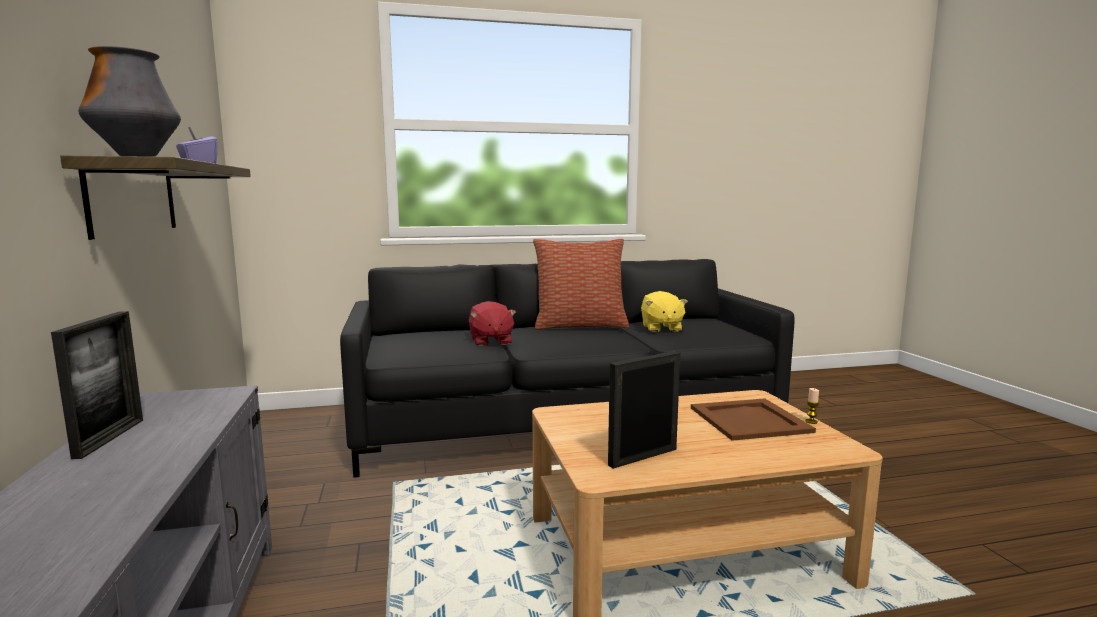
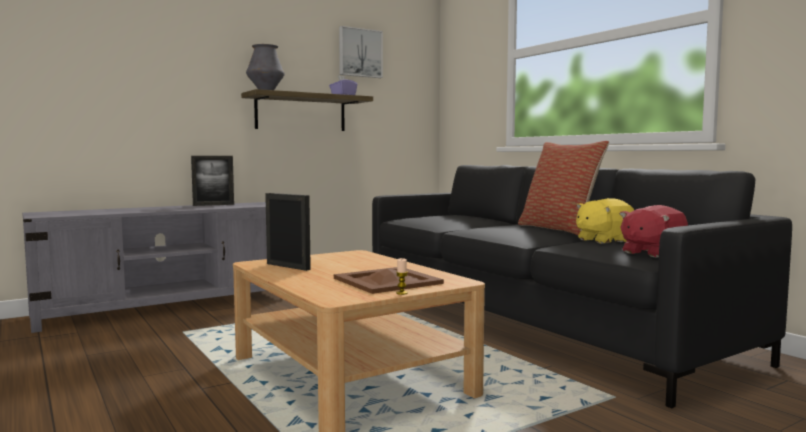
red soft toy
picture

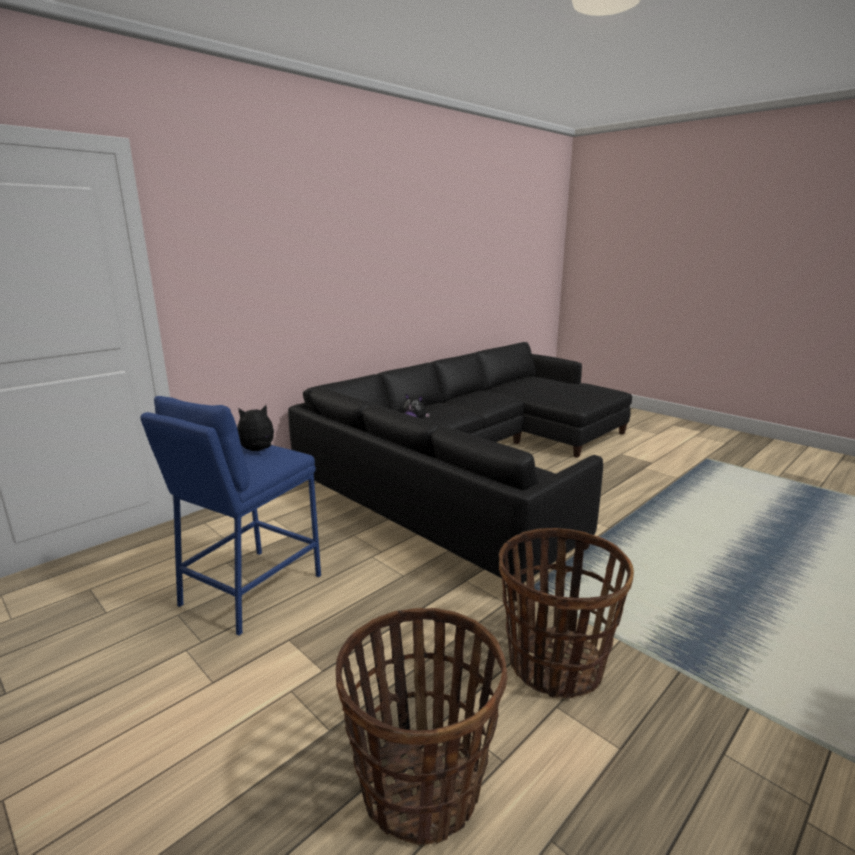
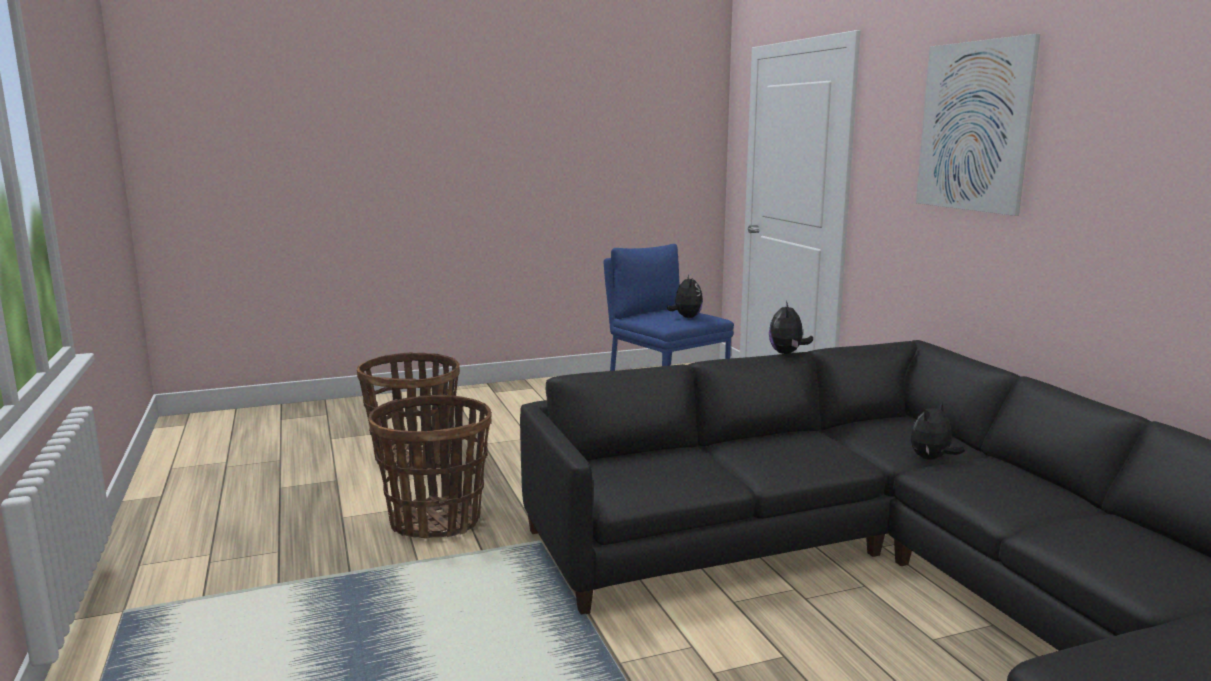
soft toy (no. 2 from left)
picture

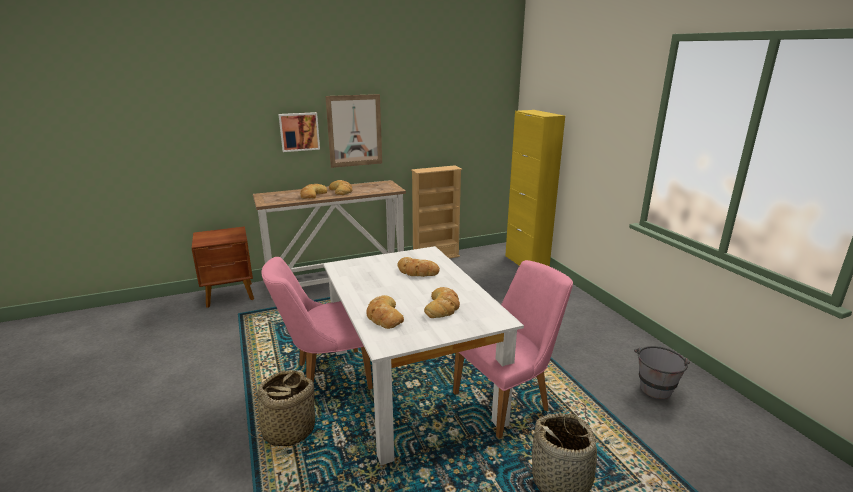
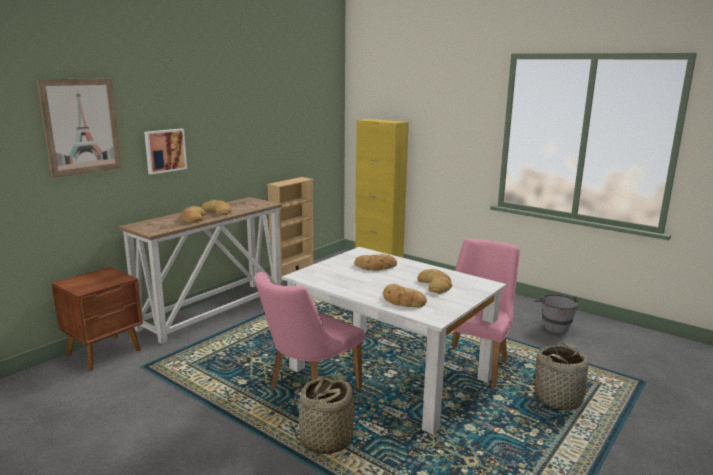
picture (no. 1 from left)

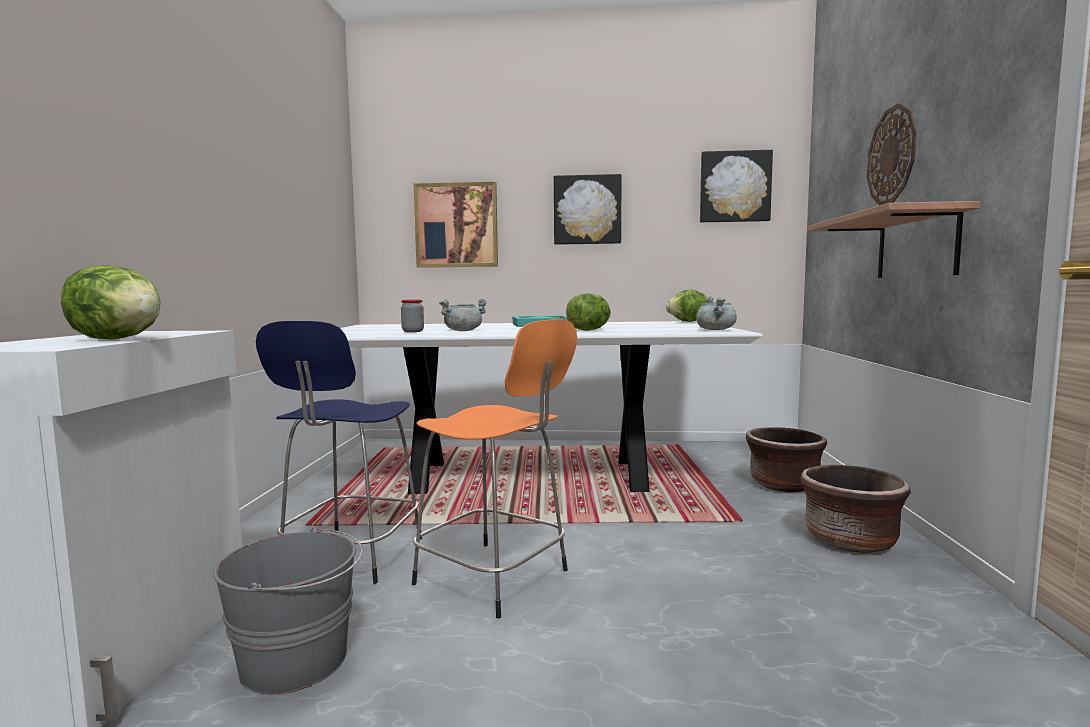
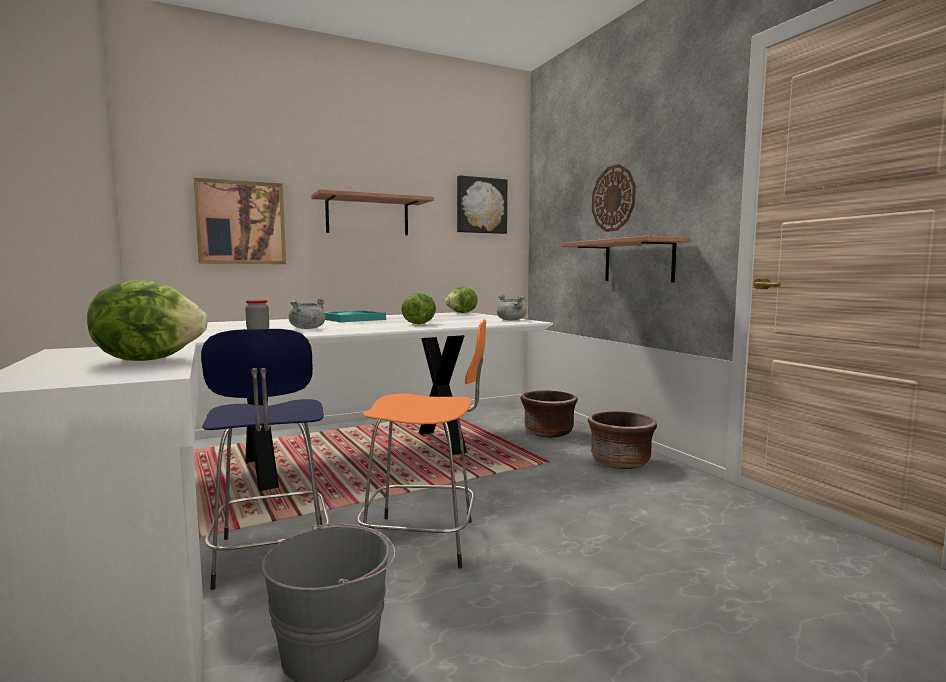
shelf (no. 1 from left)

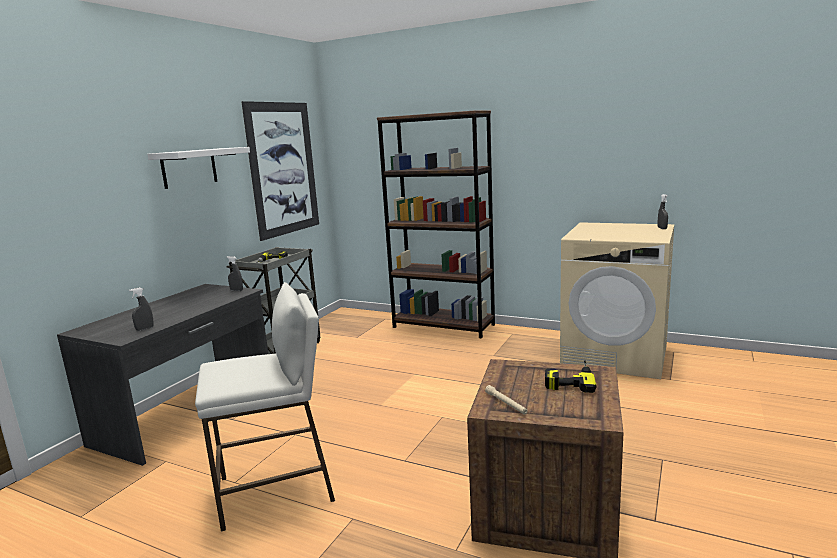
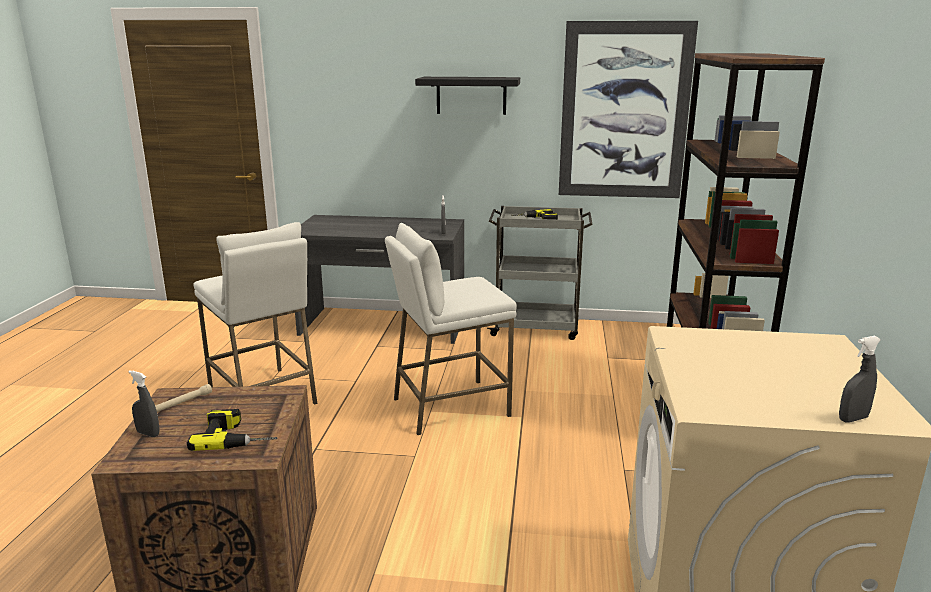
greyish spray bottle (no. 1 from left)
blackish shelf
white-coloured sitting stool (no. 2 from left)

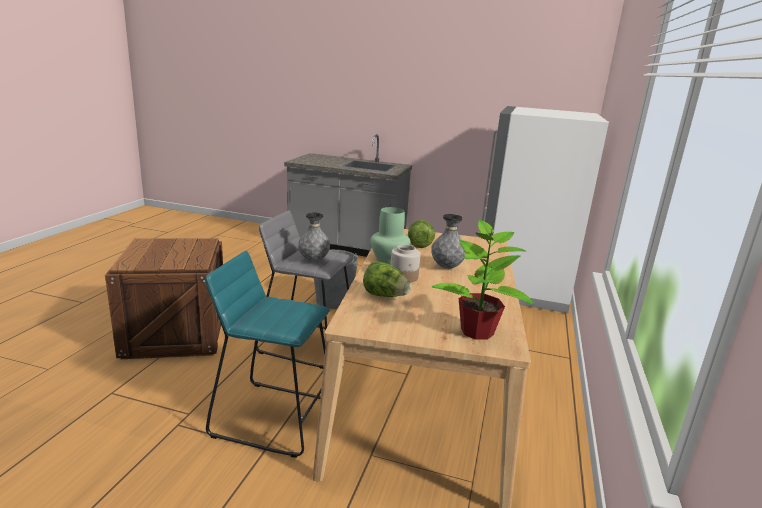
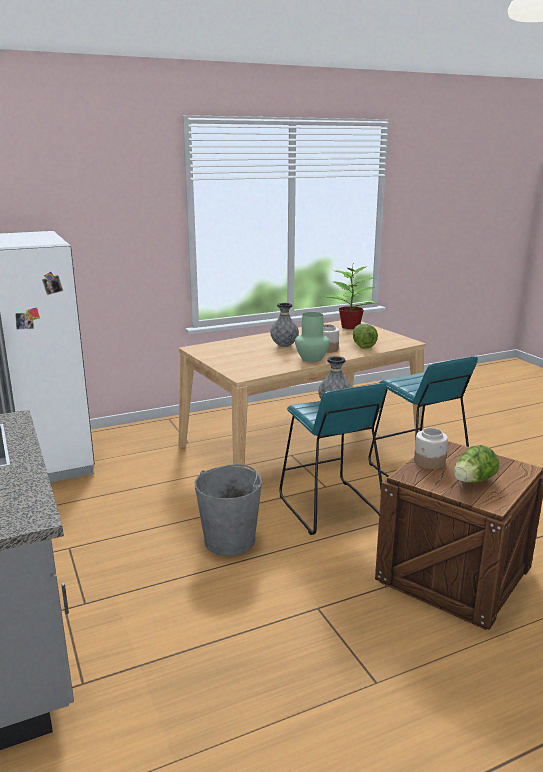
blue-green sitting stool (no. 1 from left)
lettuce head (no. 2 from left)
storage jar (no. 2 from left)

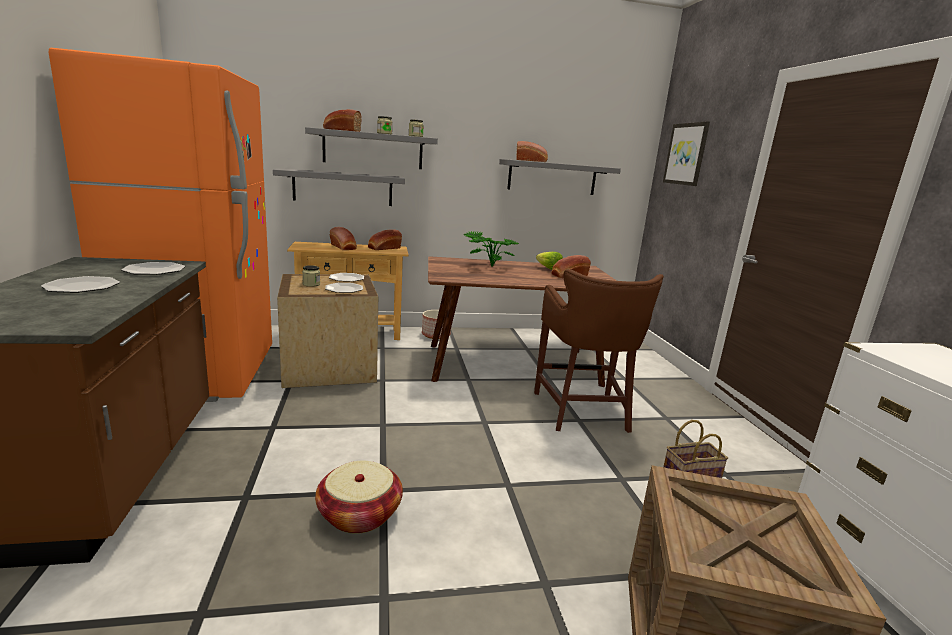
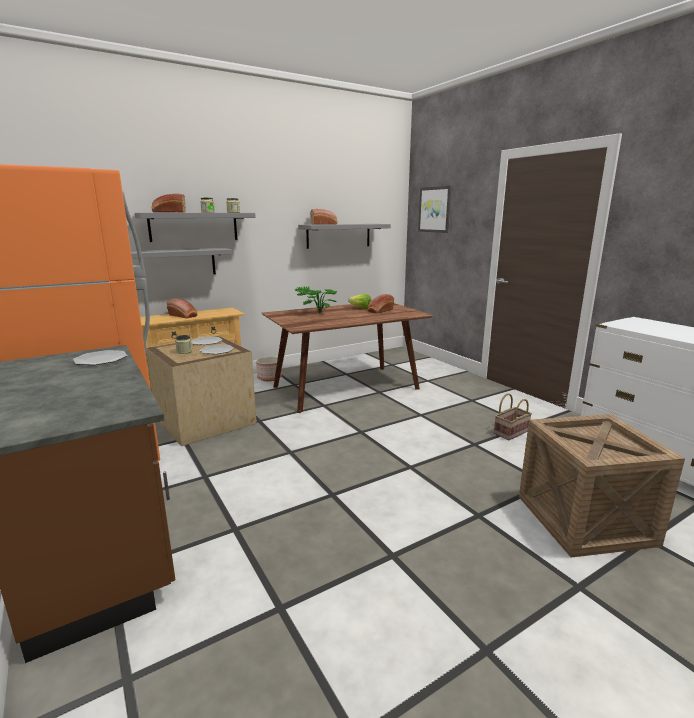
plate (no. 1 from left in the first image)
household basket (no. 1 from left in the first image)
bread (no. 3 from left in the first image)
brown-coloured sitting stool

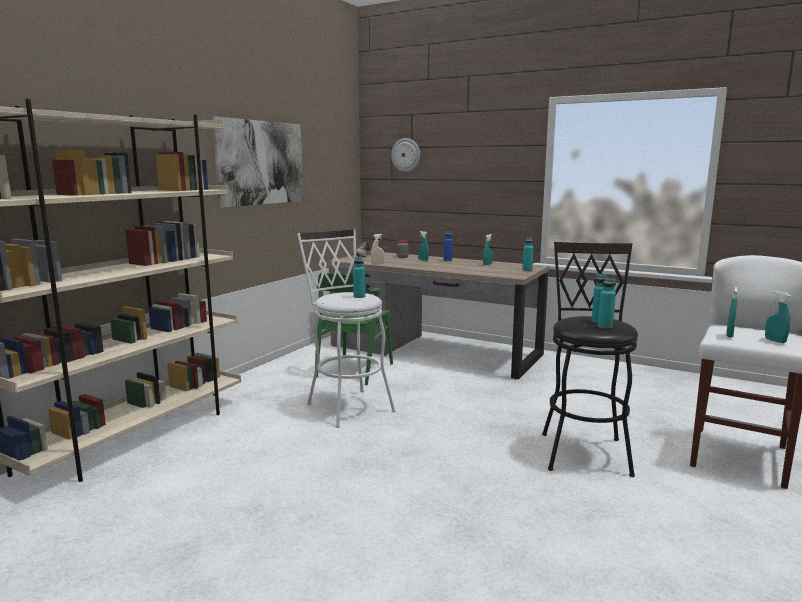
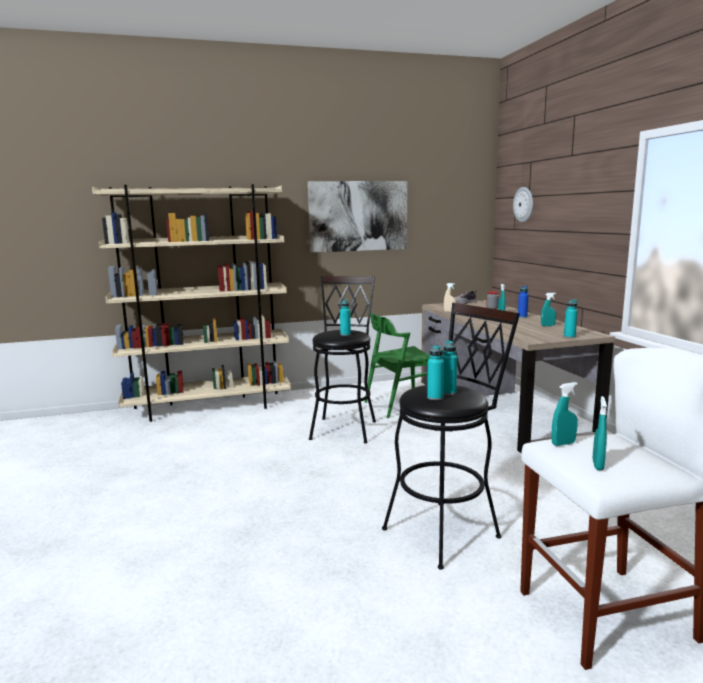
blackish sitting stool (no. 1 from left)

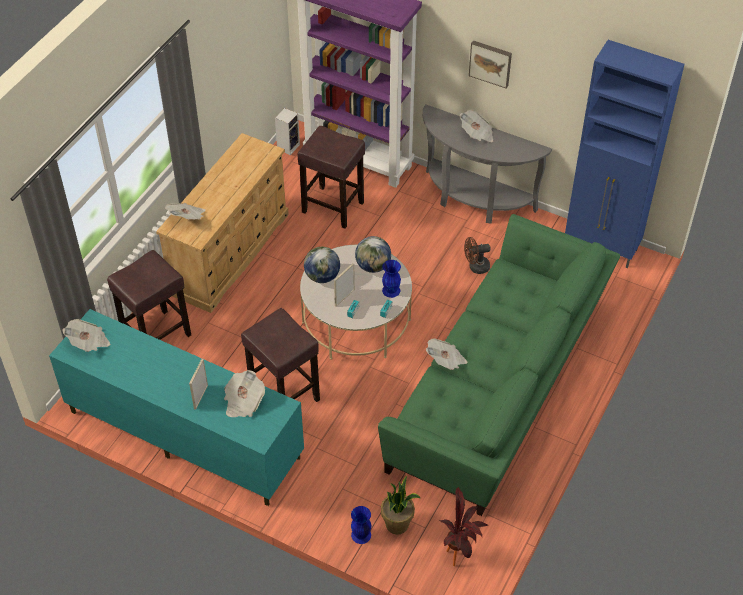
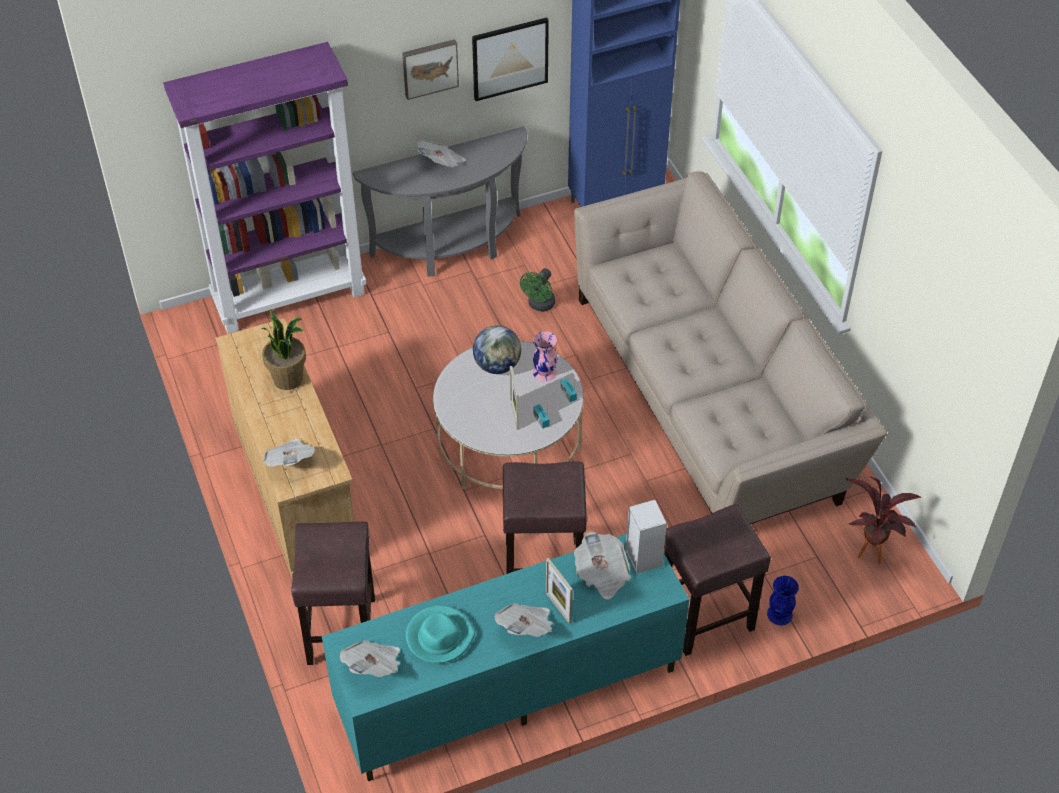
speaker
brown-coloured sitting stool (no. 3 from left)
globe (no. 1 from left in the first image)
sand-coloured settee
houseplant (no. 1 from left)
pinkish decorative vase
printed paper (no. 4 from left)
green fan
blue-green hat
picture (no. 2 from left)

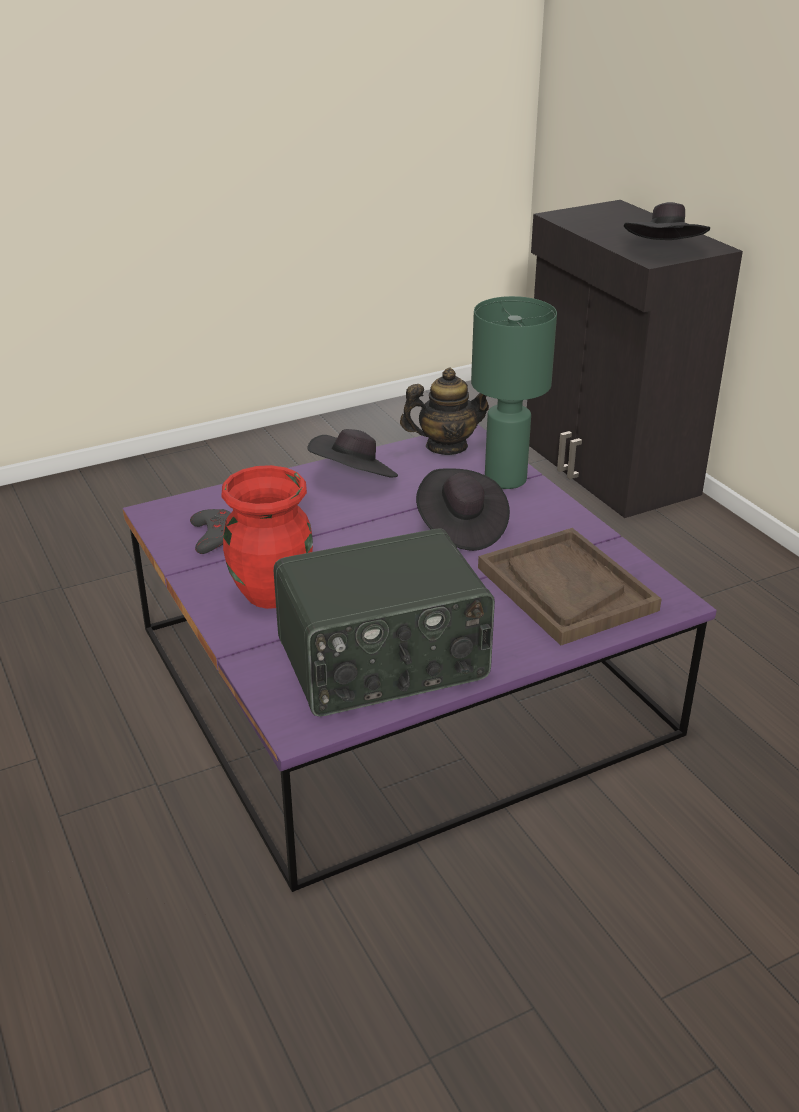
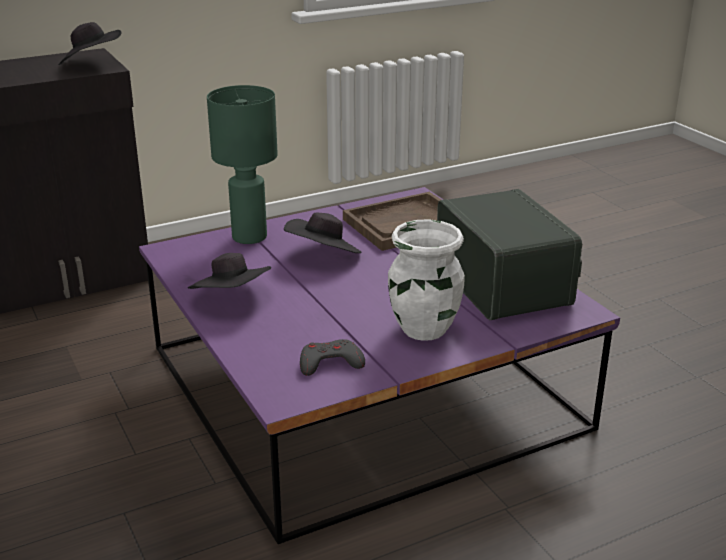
white-coloured decorative vase
tea pot

